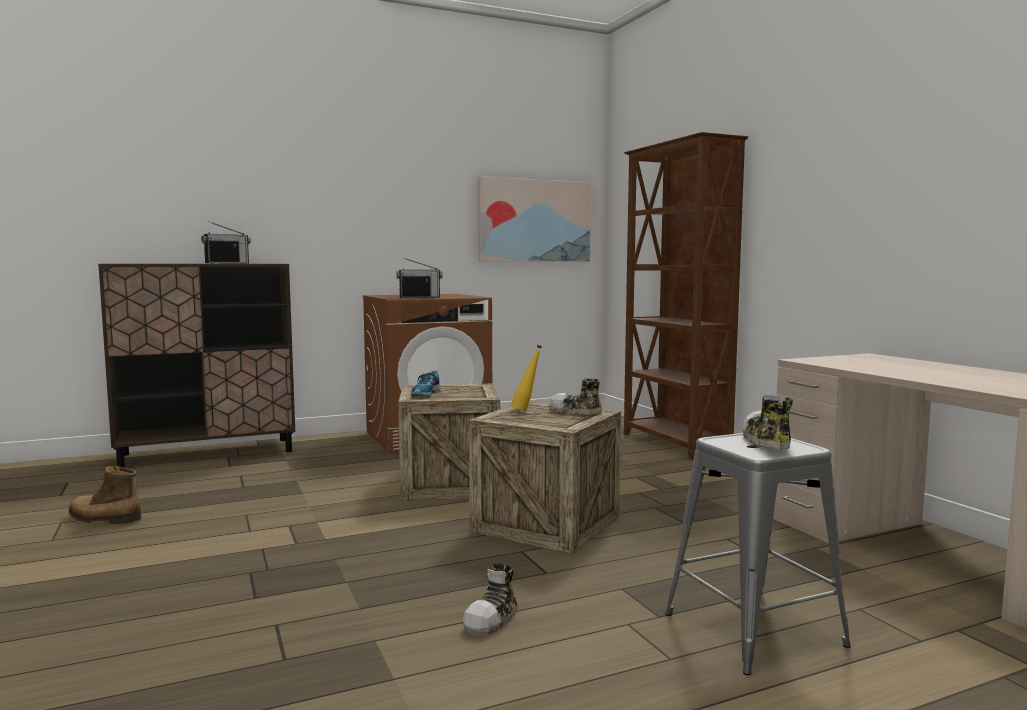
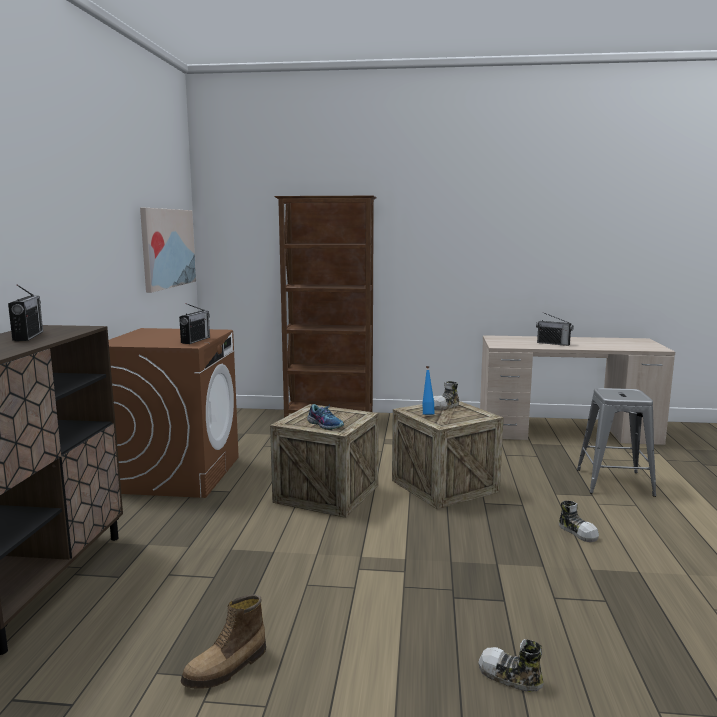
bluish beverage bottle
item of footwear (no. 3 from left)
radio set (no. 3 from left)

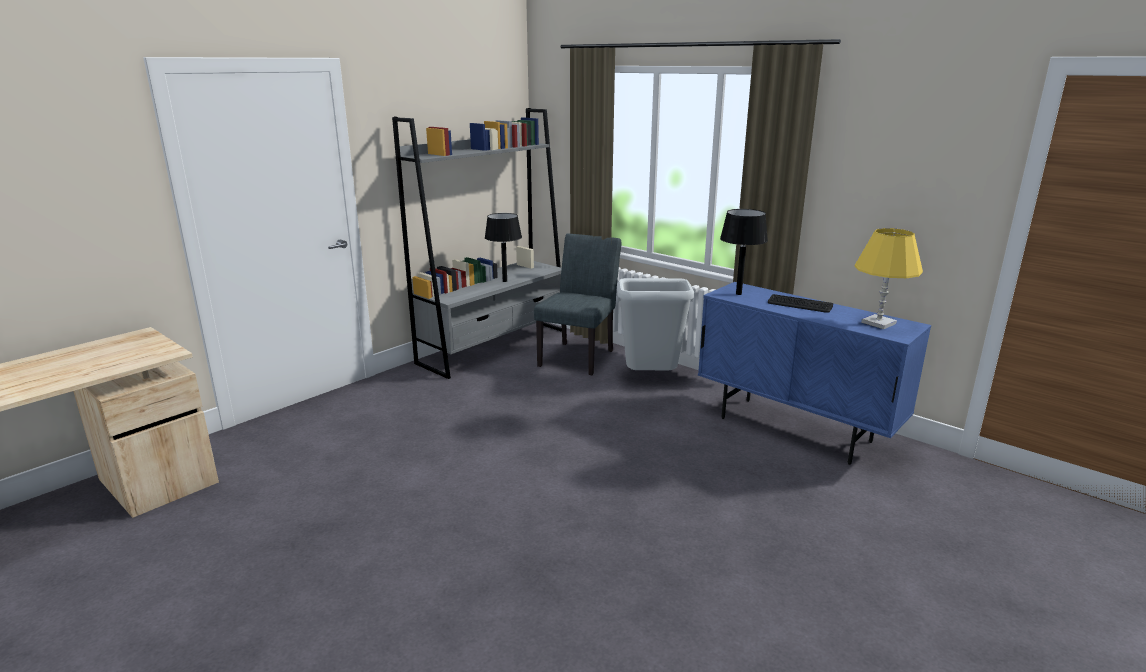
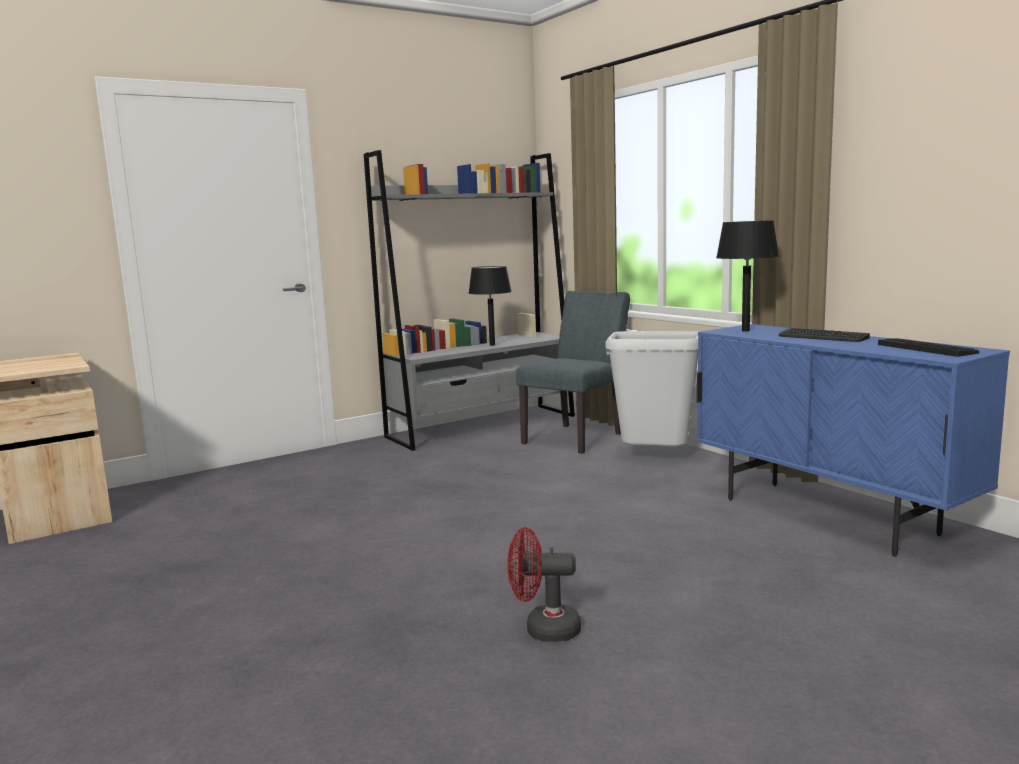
computer keyboard (no. 2 from left)
red fan

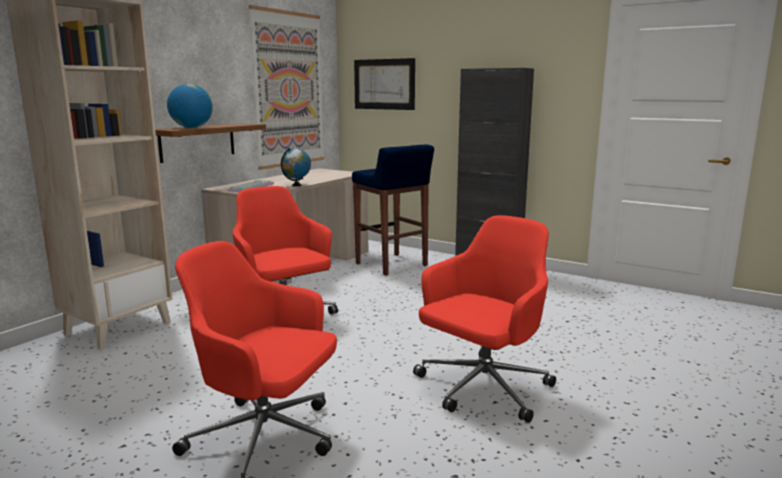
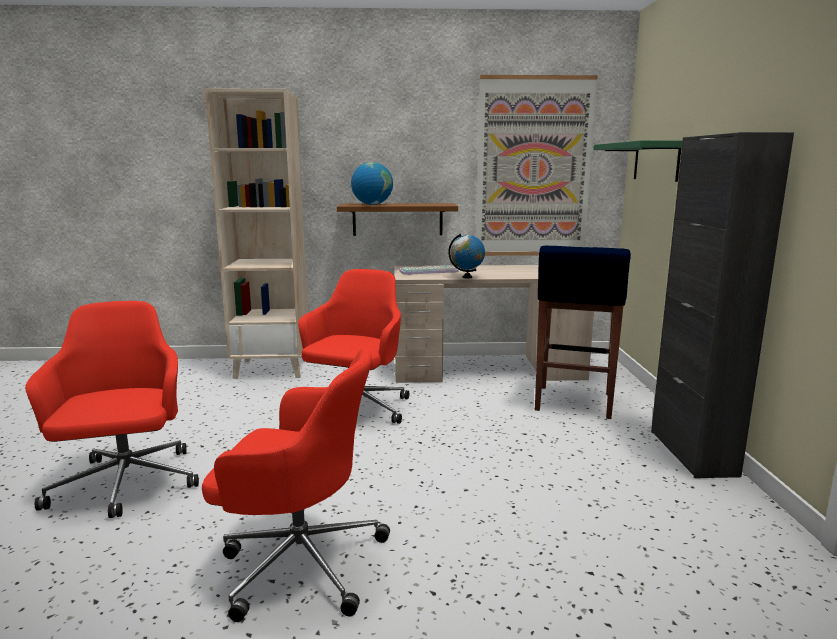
green shelf

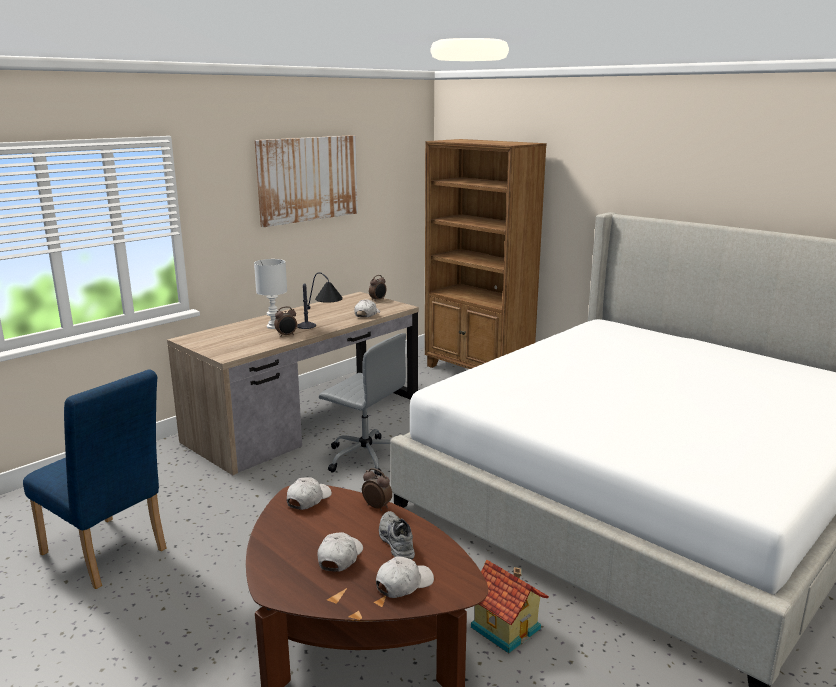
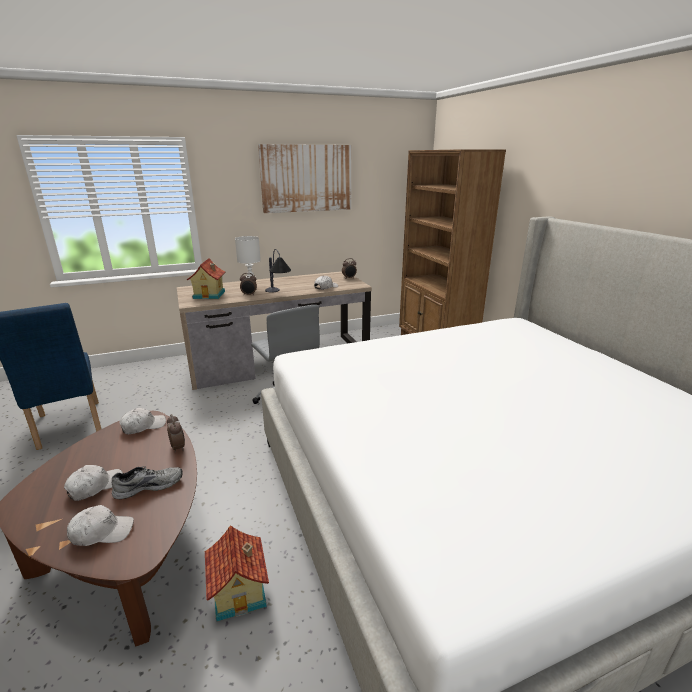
greyish item of footwear
miniature house (no. 1 from left)

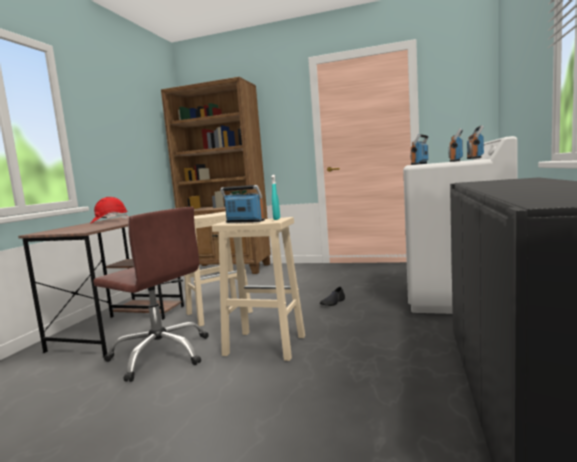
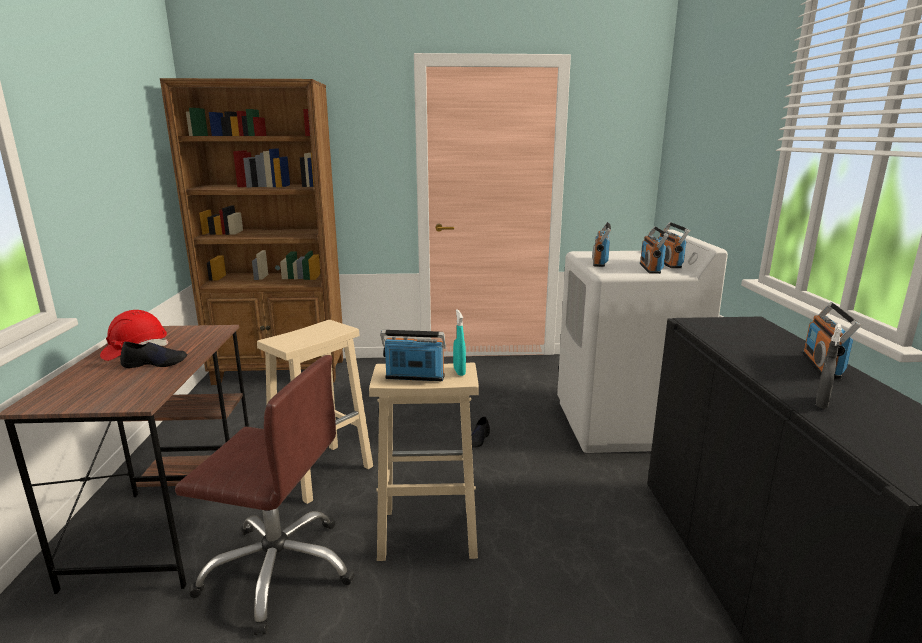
blackish item of footwear (no. 1 from left)
radio set (no. 5 from left)
greyish spray bottle

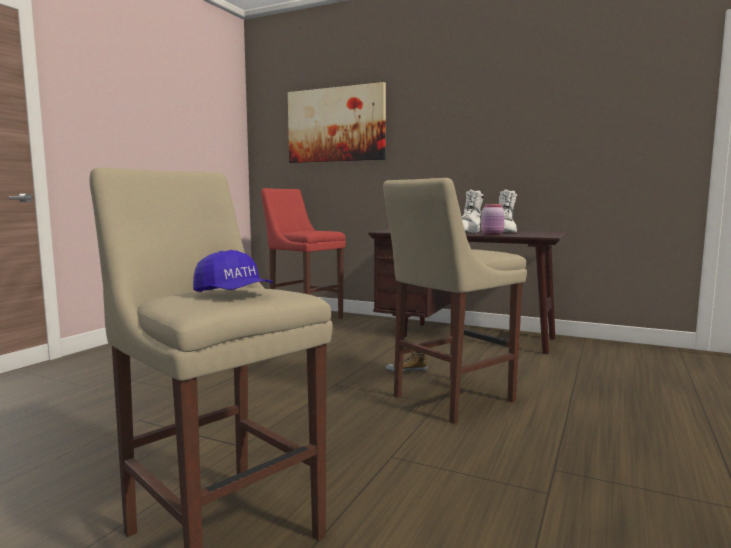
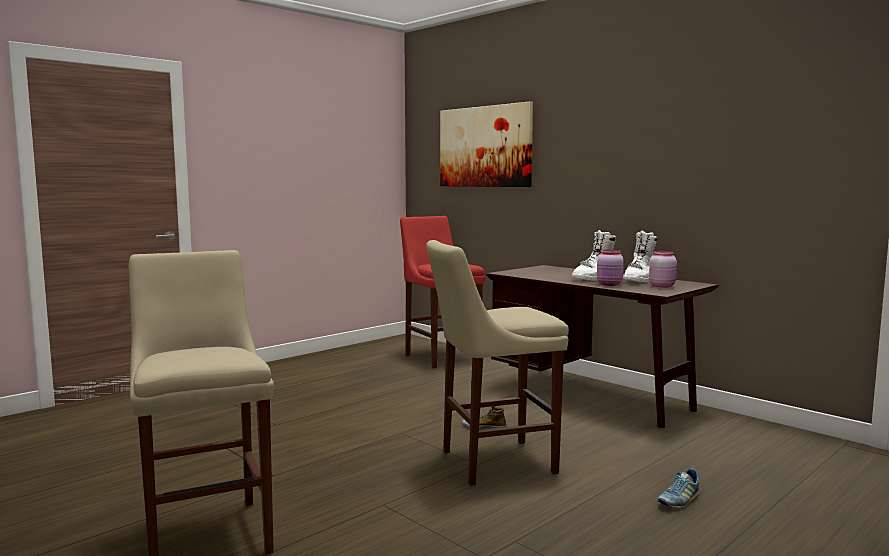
bluish peaked cap
pinkish storage jar (no. 2 from left)
item of footwear (no. 2 from left)

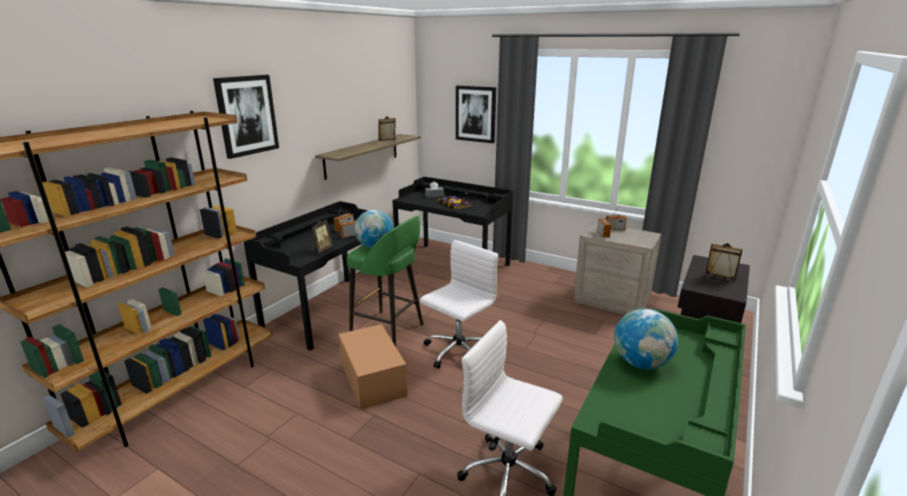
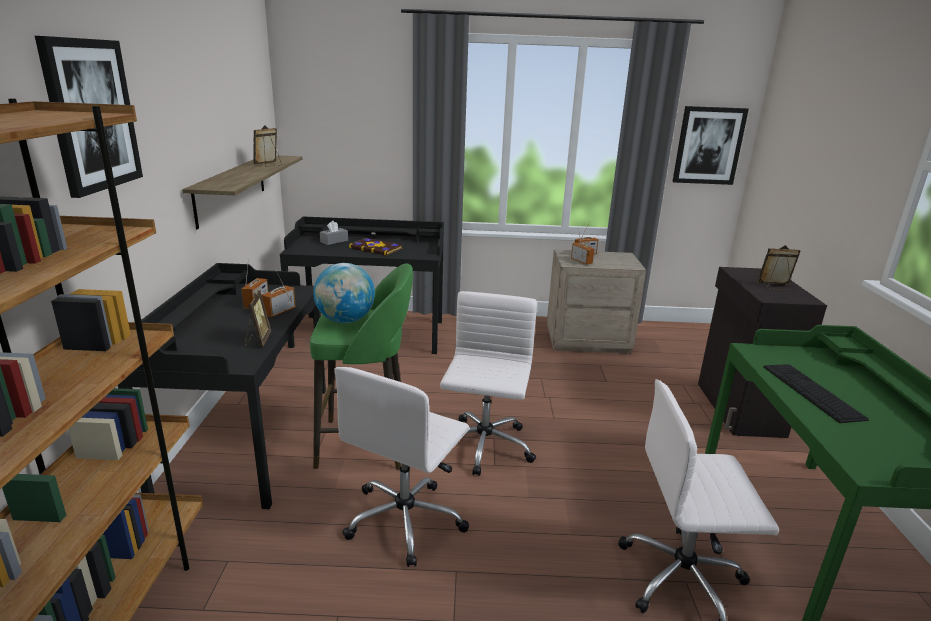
white-coloured computer chair (no. 1 from left)
picture (no. 2 from left)
computer keyboard

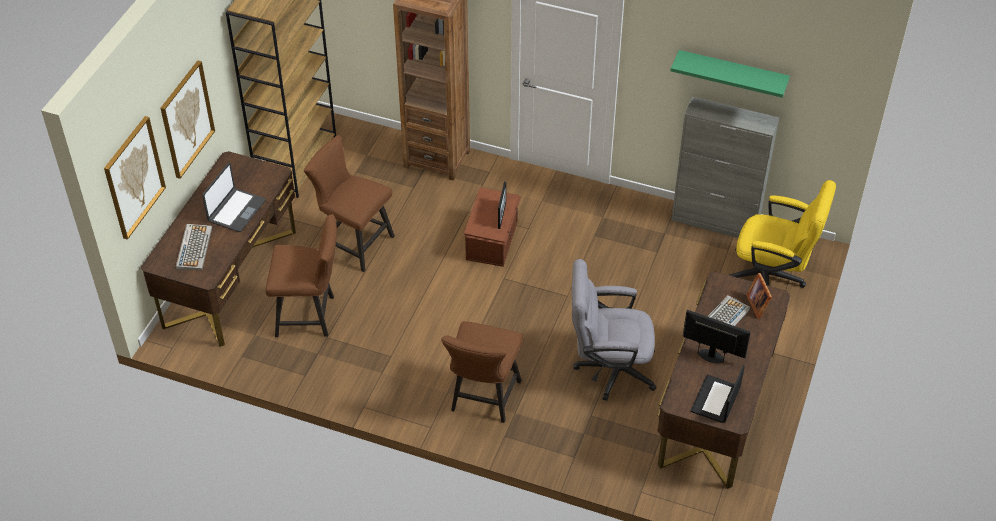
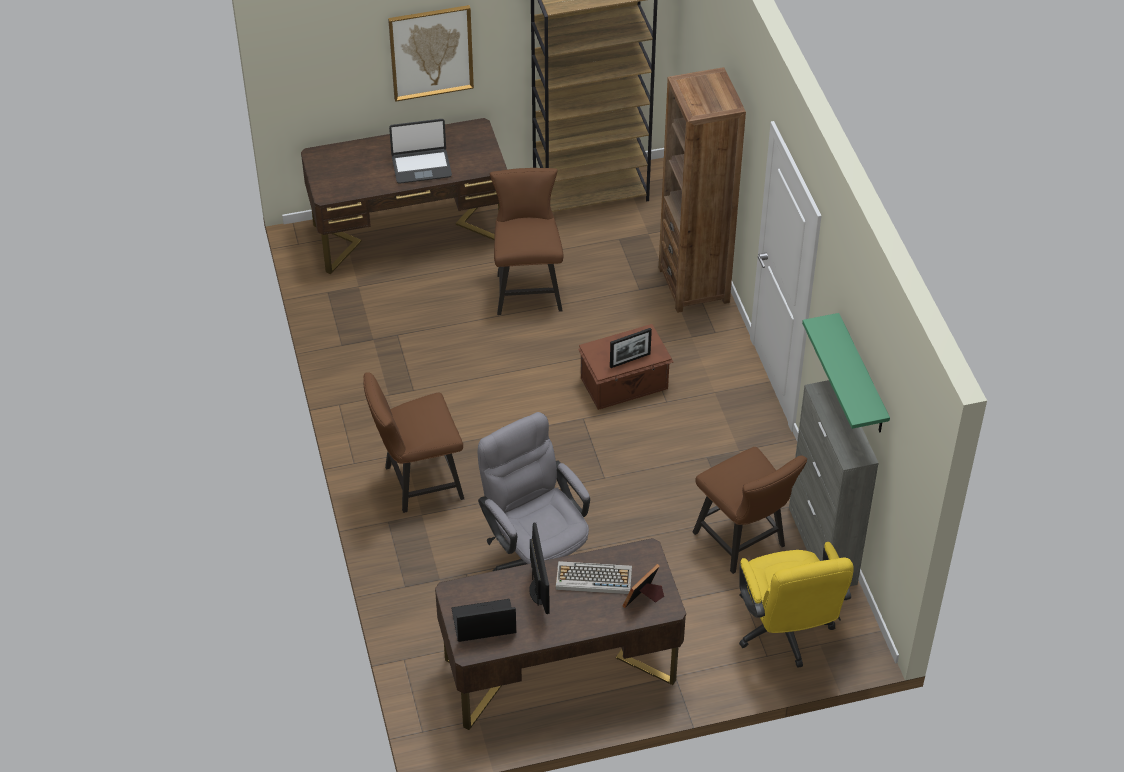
picture (no. 1 from left in the first image)
computer keyboard (no. 1 from left in the first image)
brown-coloured upright chair (no. 3 from left)

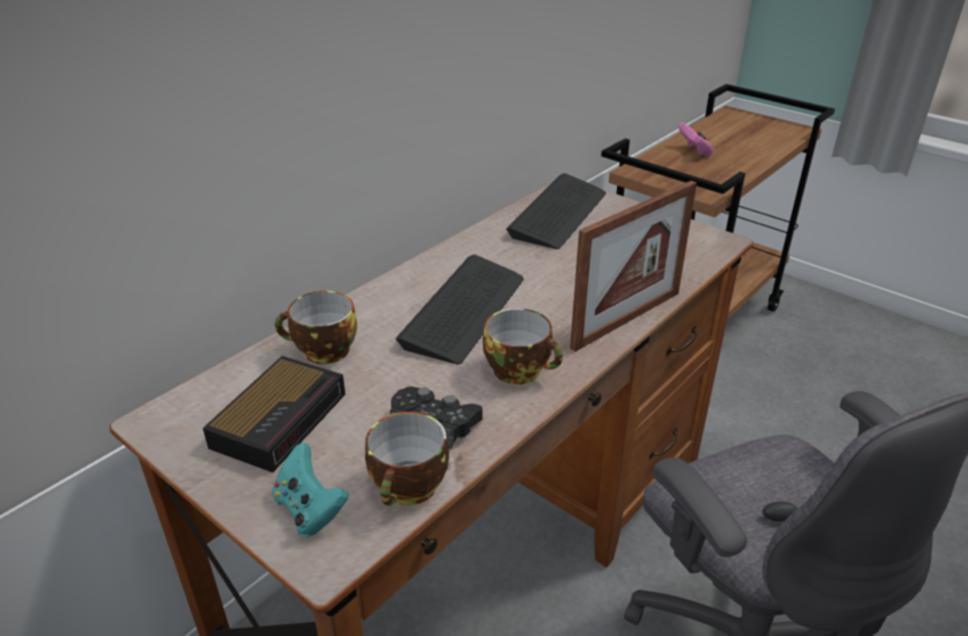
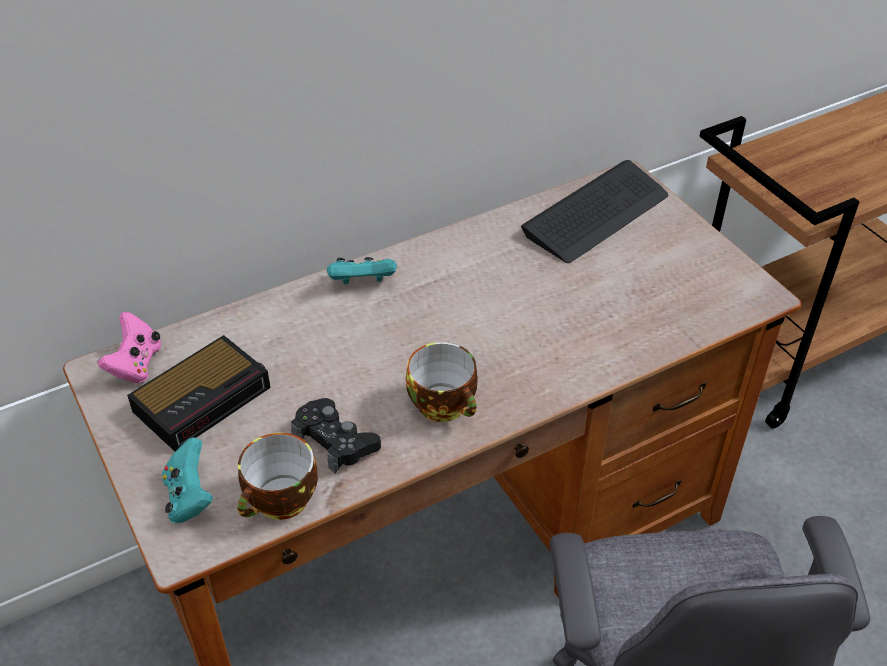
drinking cup (no. 1 from left in the first image)
computer keyboard (no. 1 from left in the first image)
photo frame
pinkish joypad
blue-green joypad (no. 2 from left)

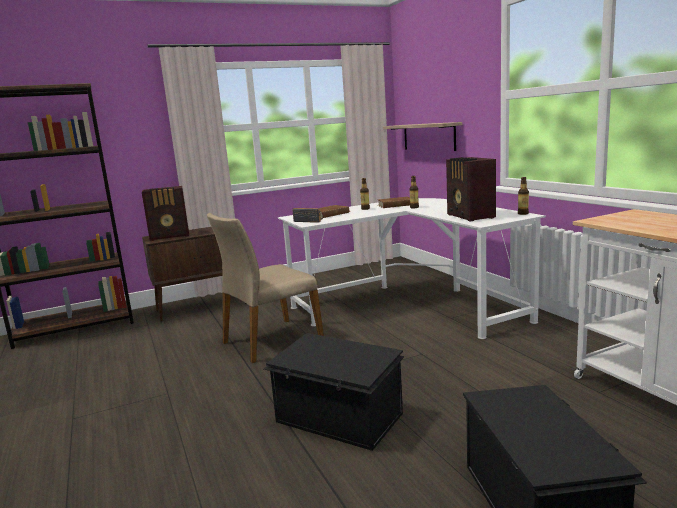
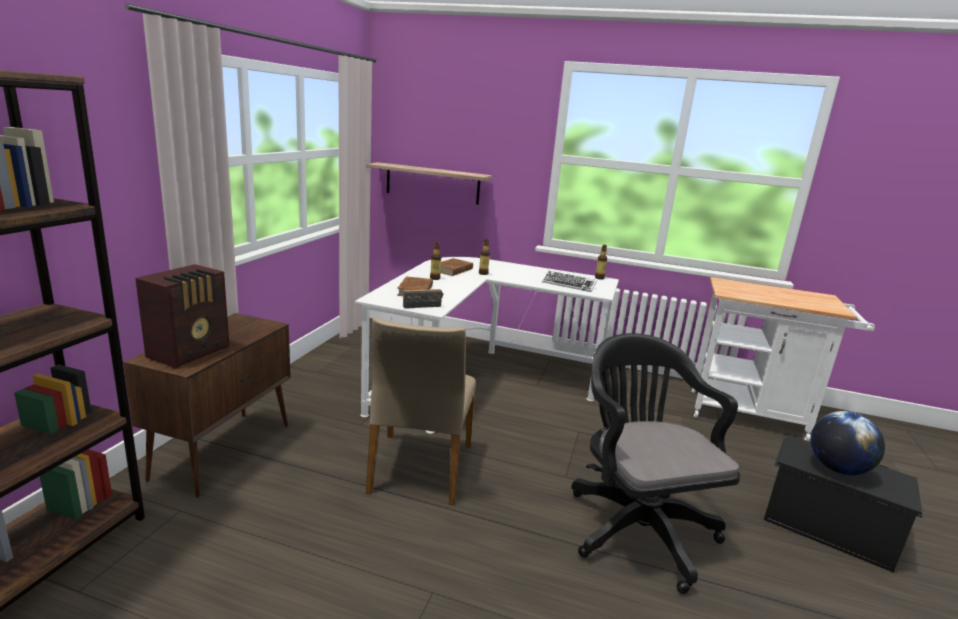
blackish computer chair
computer keyboard
globe

